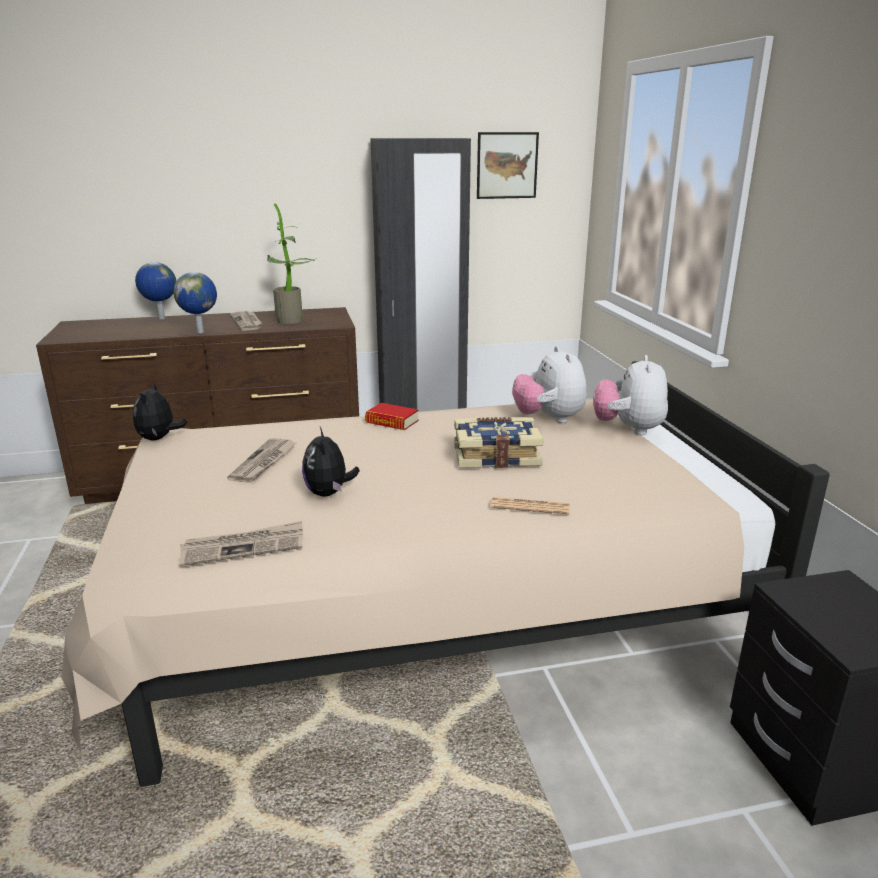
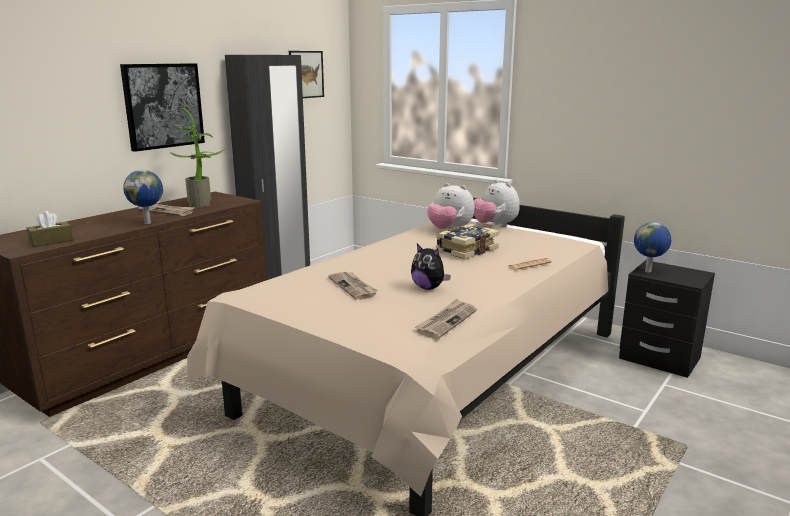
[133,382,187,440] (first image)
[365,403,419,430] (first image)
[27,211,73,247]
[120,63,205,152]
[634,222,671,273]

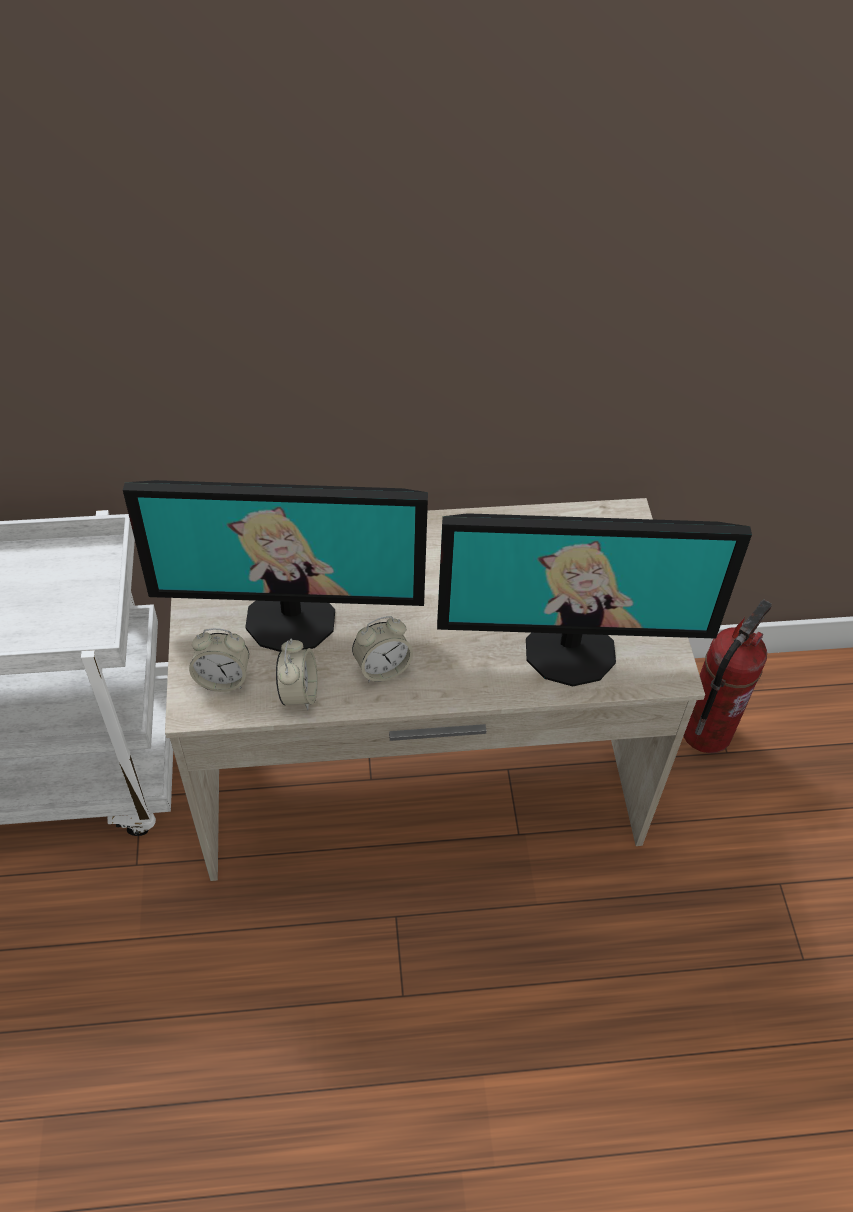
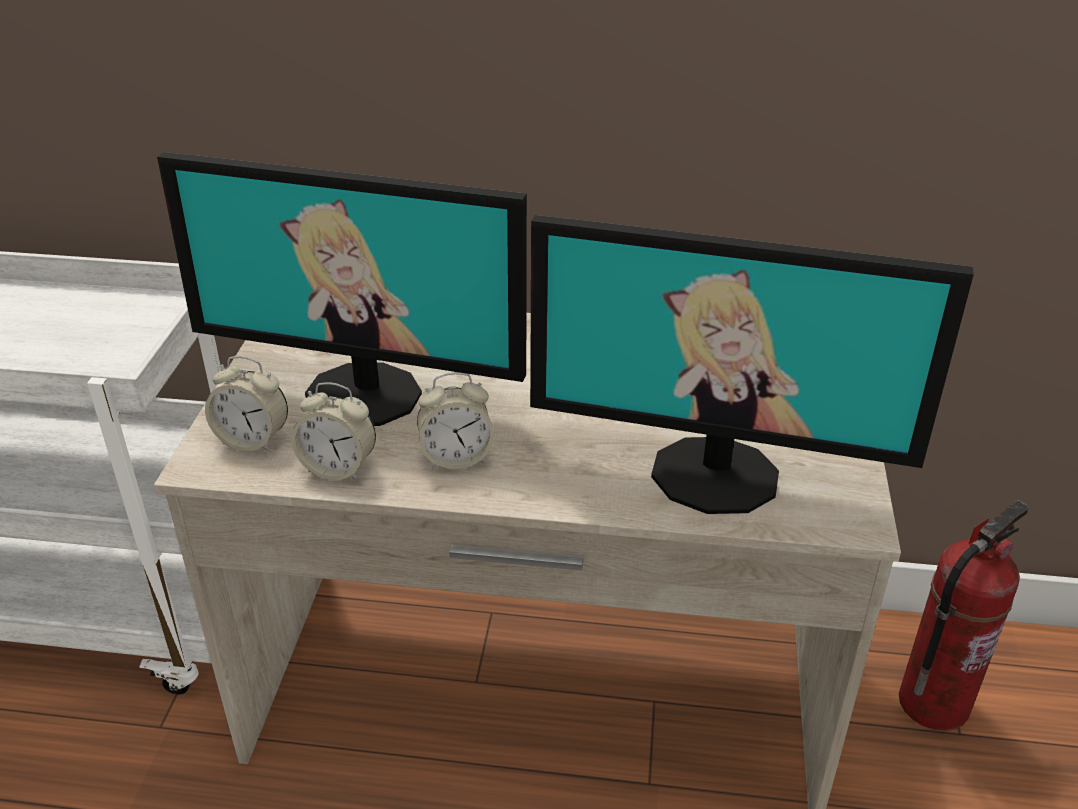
[291,382,376,481]

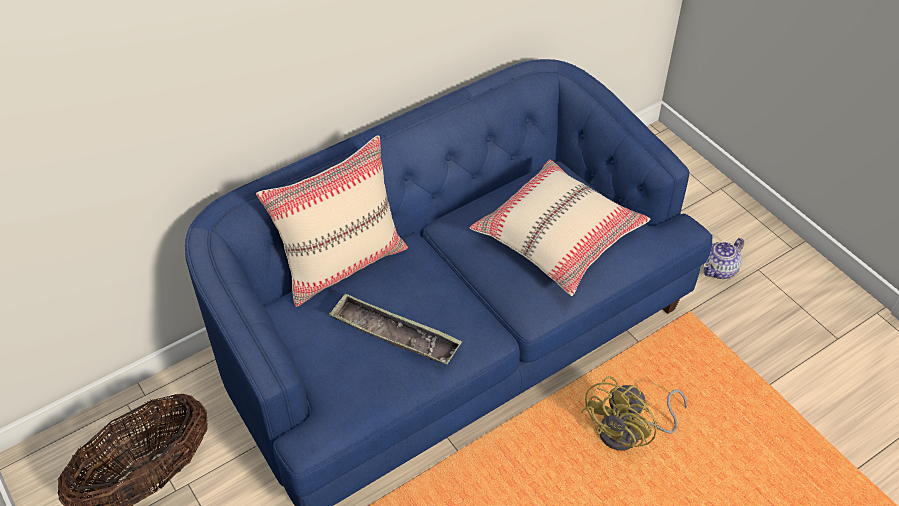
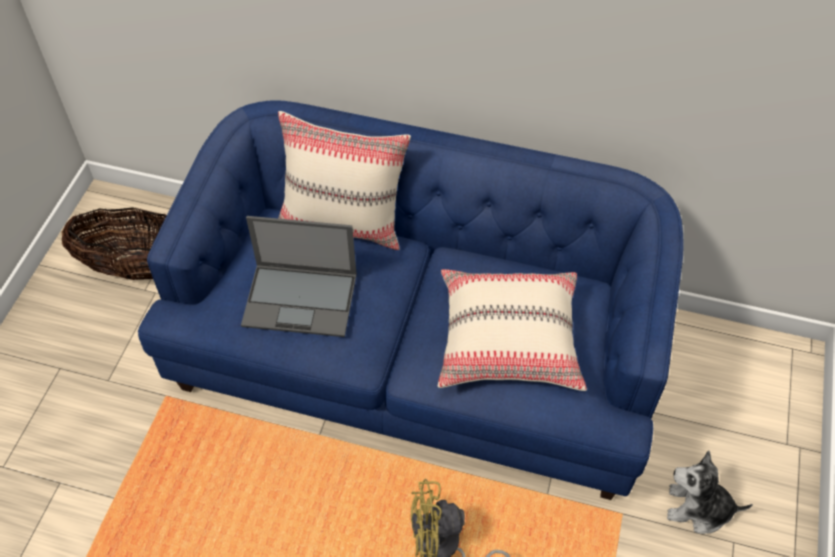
[241,216,357,337]
[667,451,753,534]

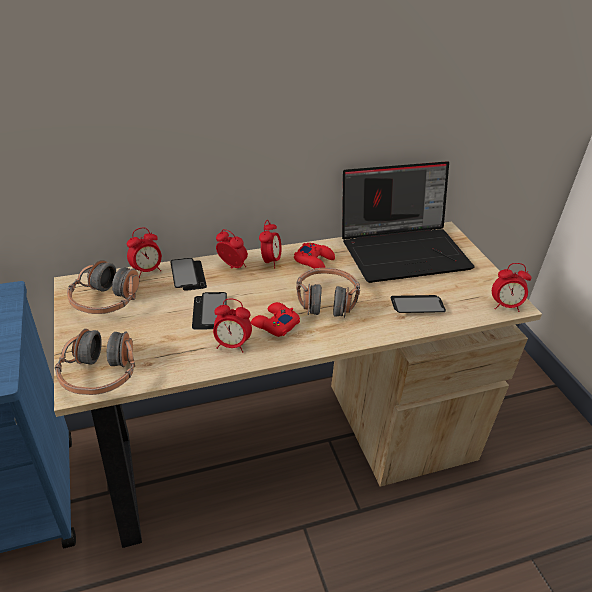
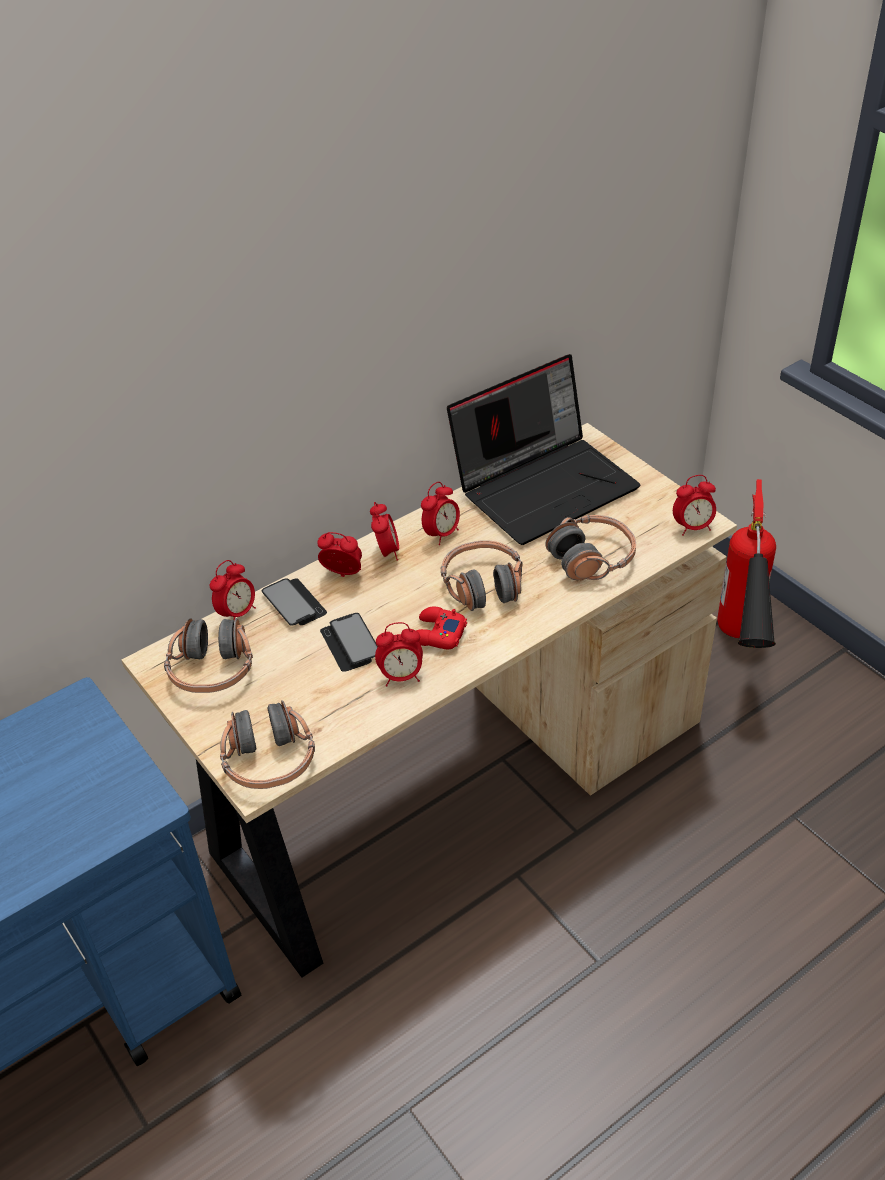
[717,479,776,648]
[421,482,460,545]
[545,515,636,580]

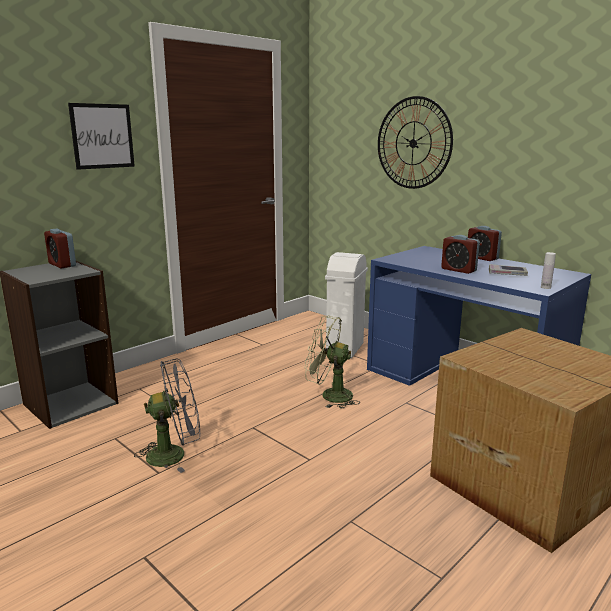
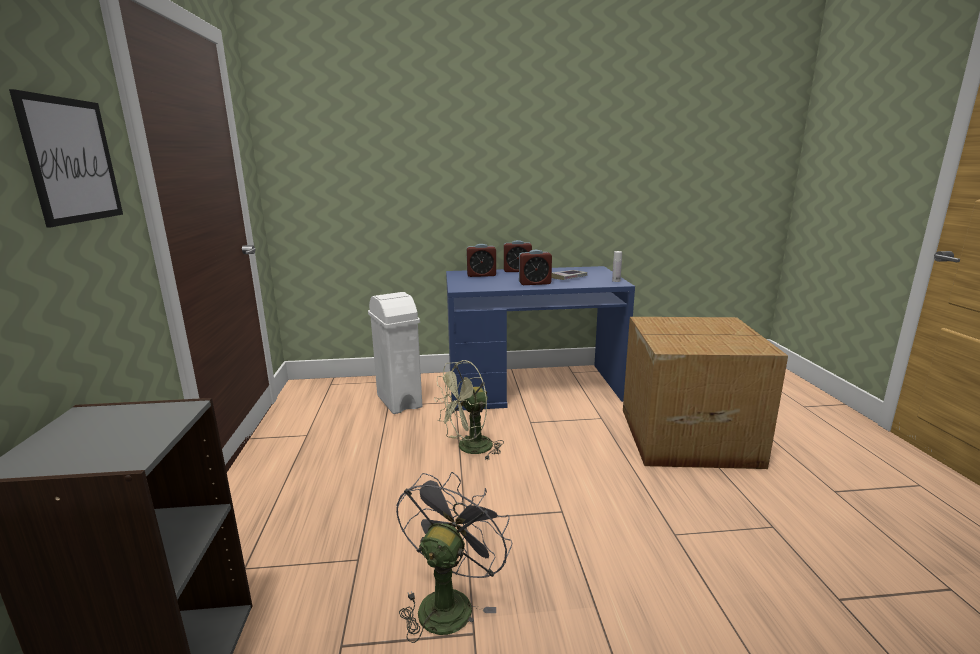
[378,96,453,189] (first image)
[467,244,496,277]

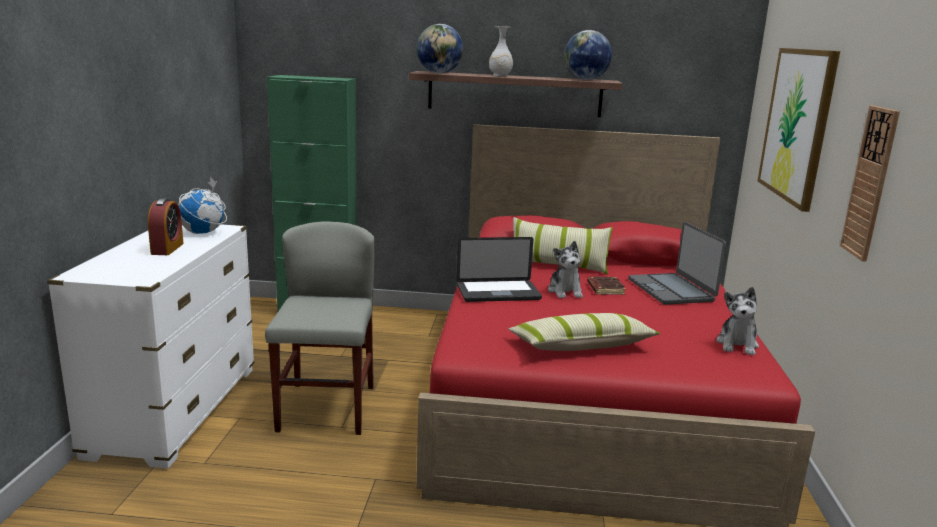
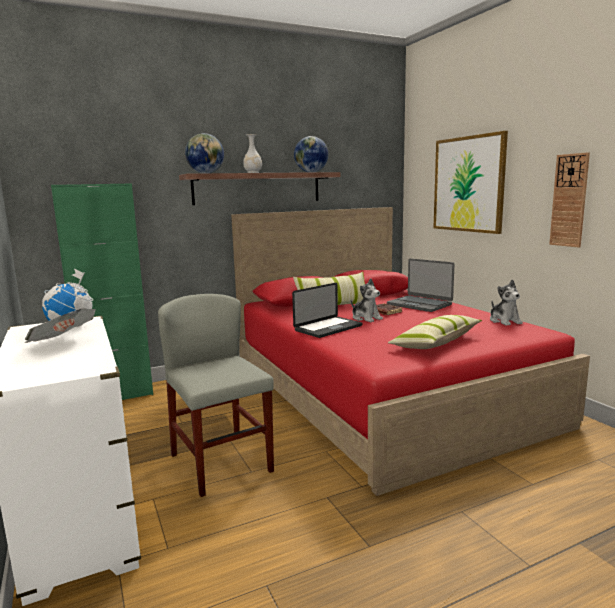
[25,309,96,343]

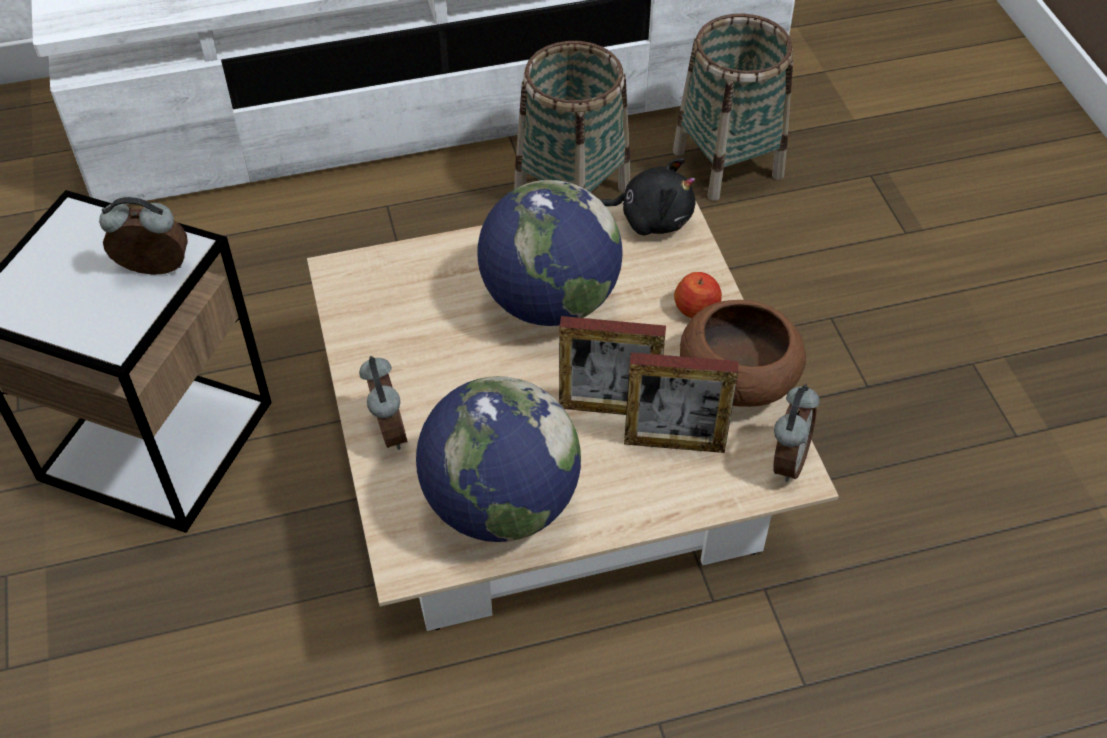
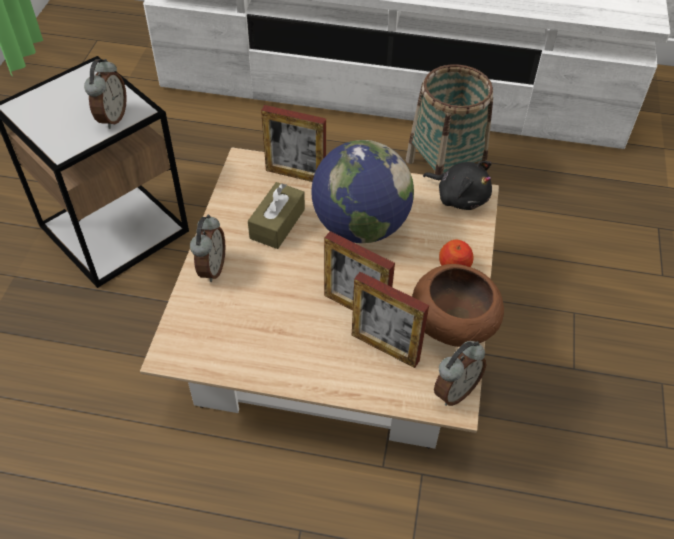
[416,376,581,542] (first image)
[673,14,793,201] (first image)
[248,182,305,249]
[261,105,326,182]
[84,59,127,129]

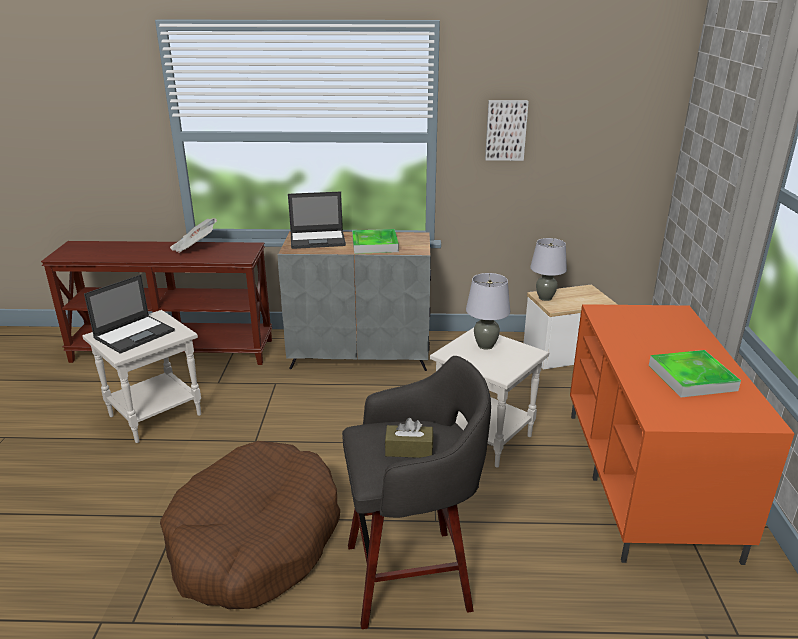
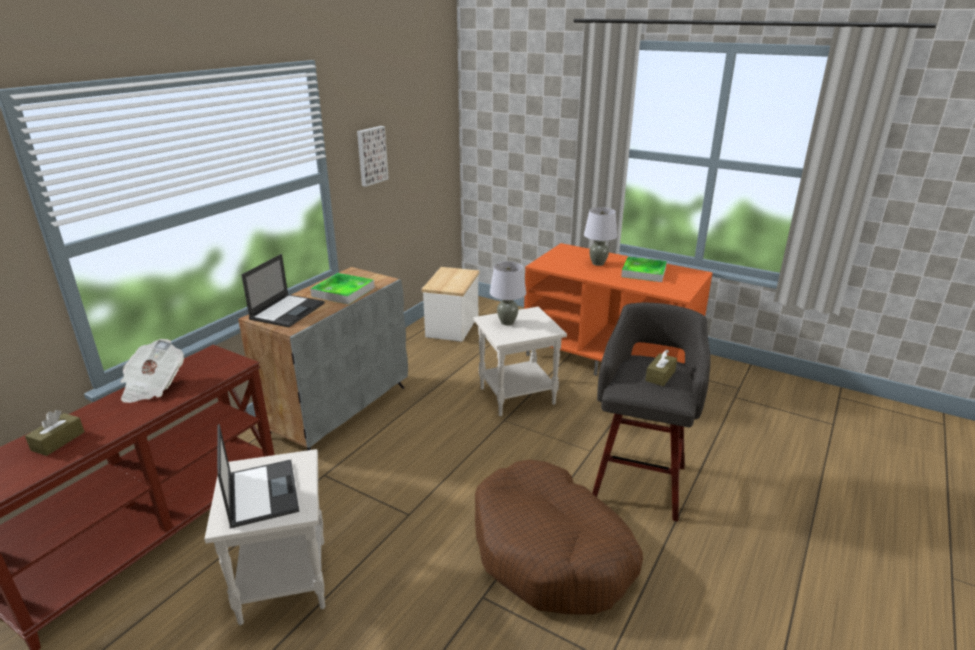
[25,410,85,456]
[584,207,617,266]

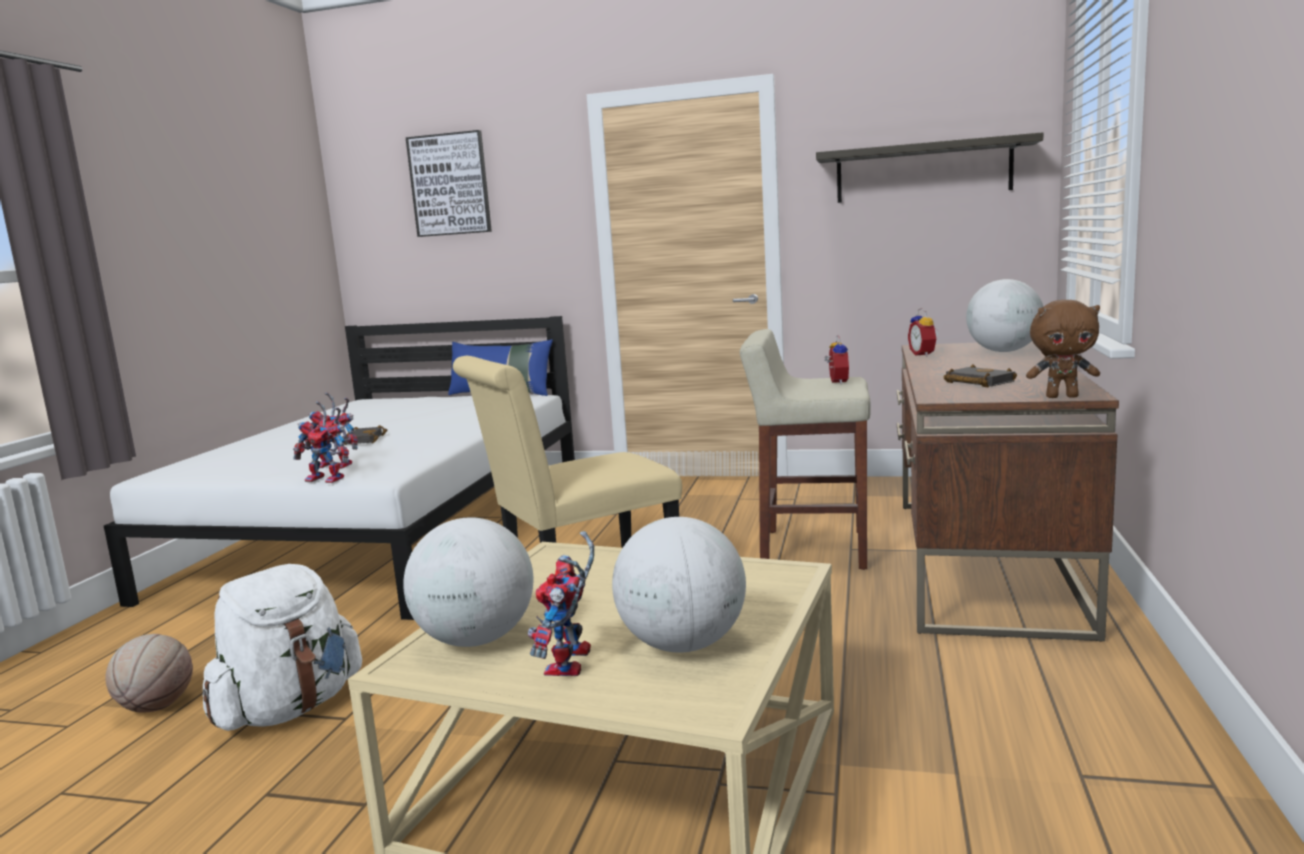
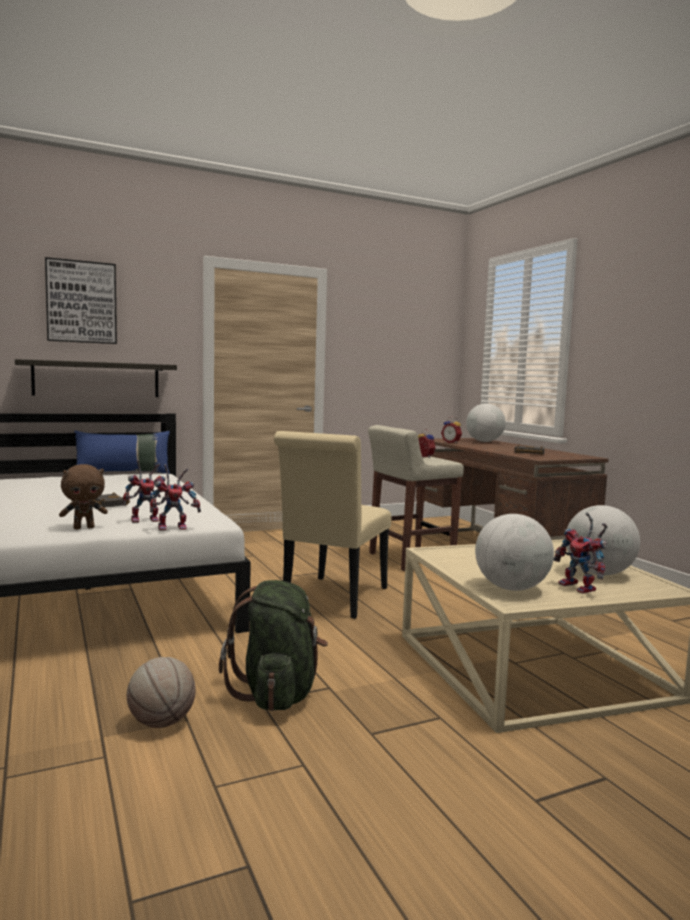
[15,359,177,397]
[59,464,108,529]
[219,580,328,711]

